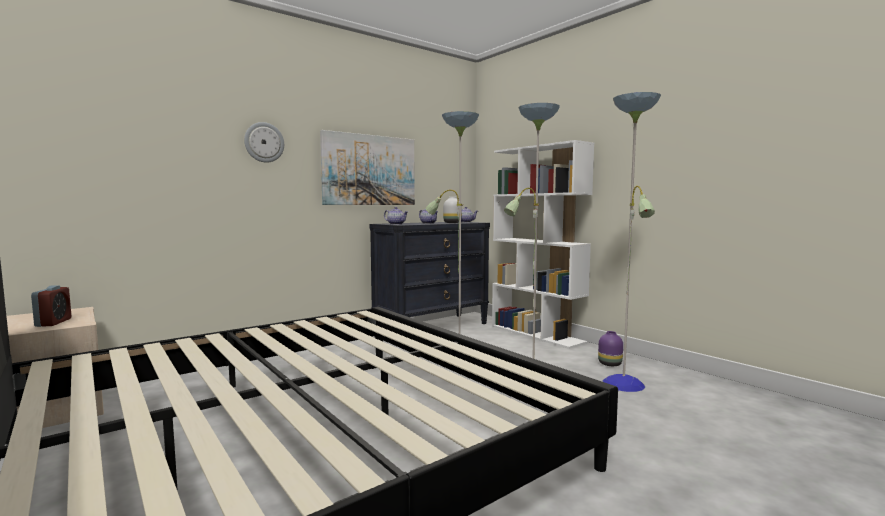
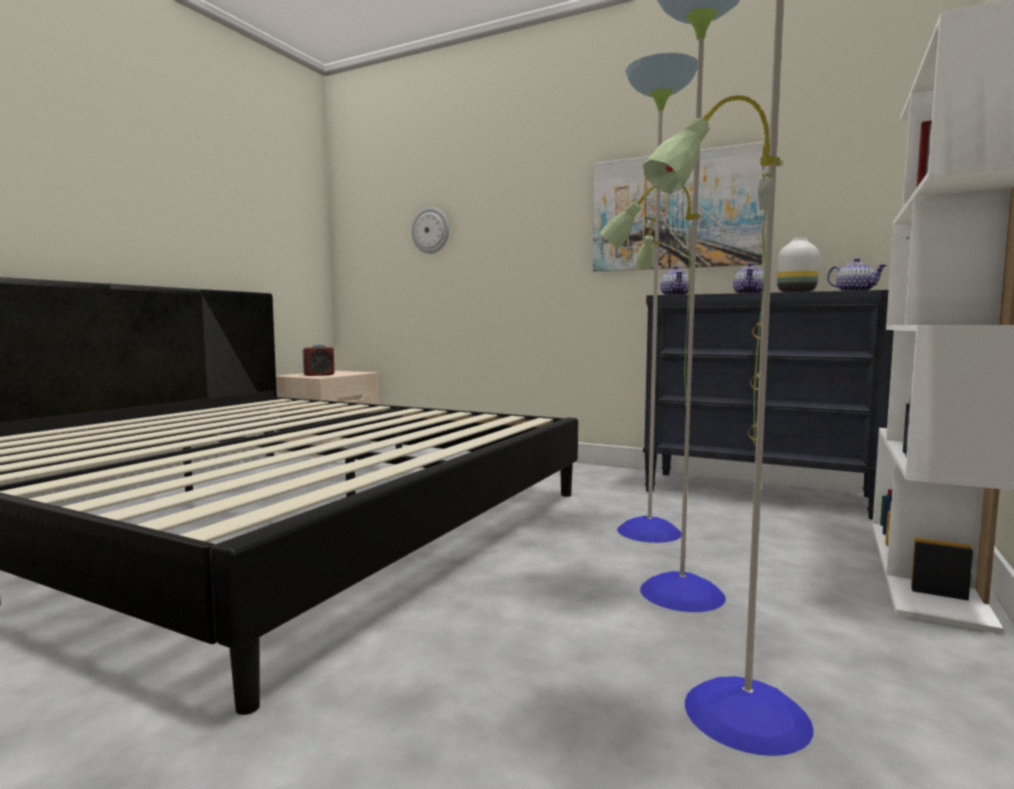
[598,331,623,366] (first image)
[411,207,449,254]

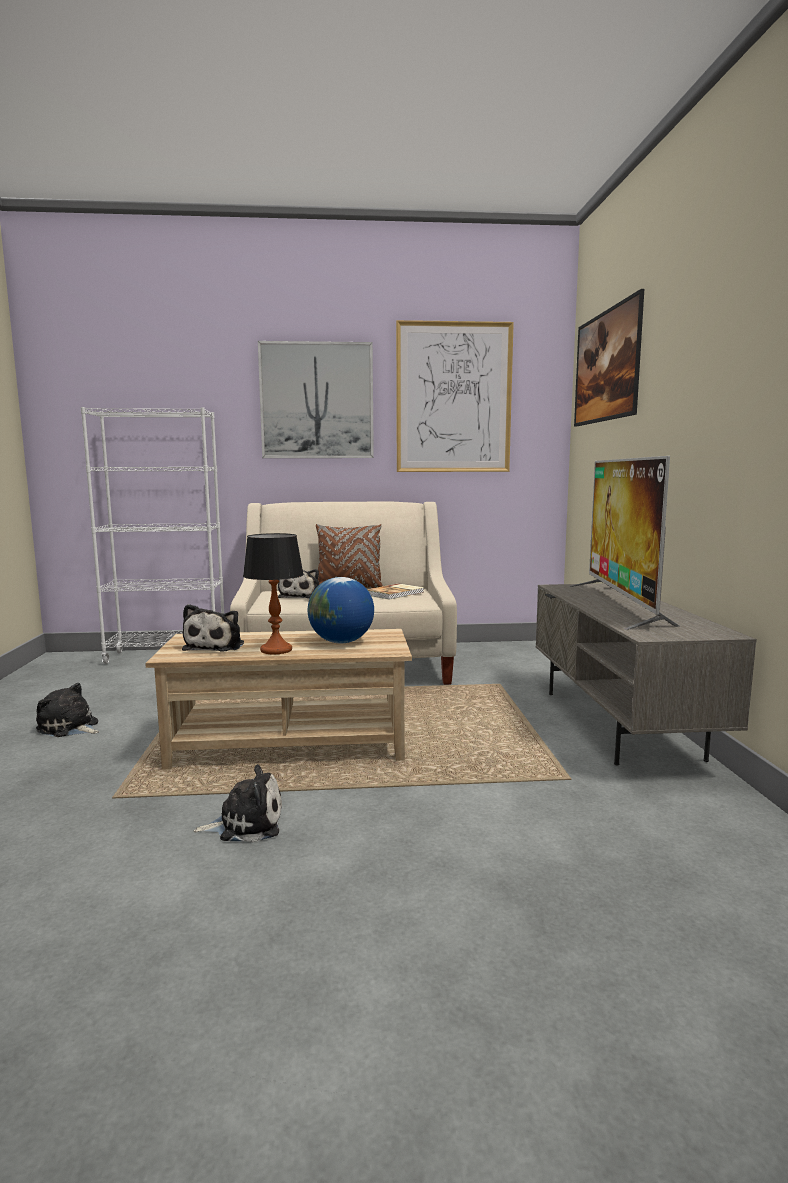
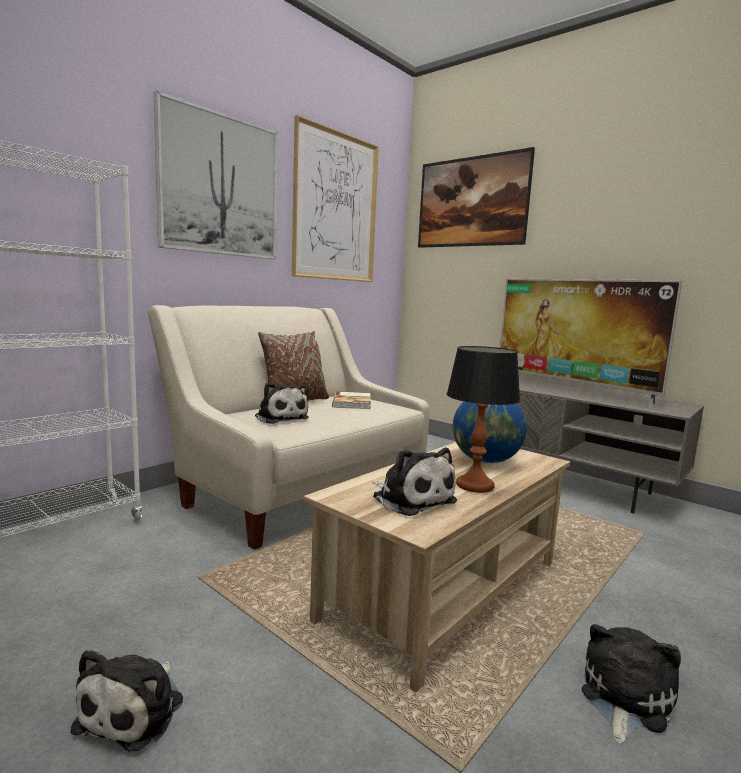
[70,649,183,752]

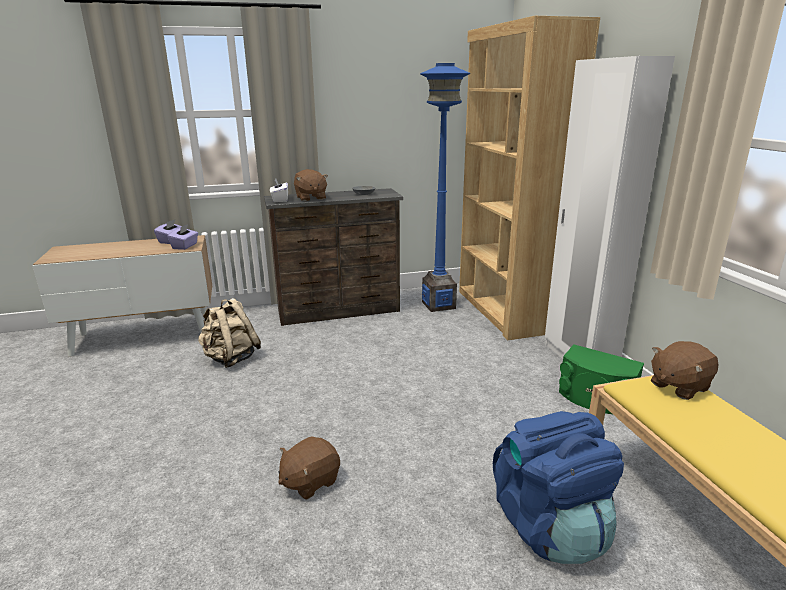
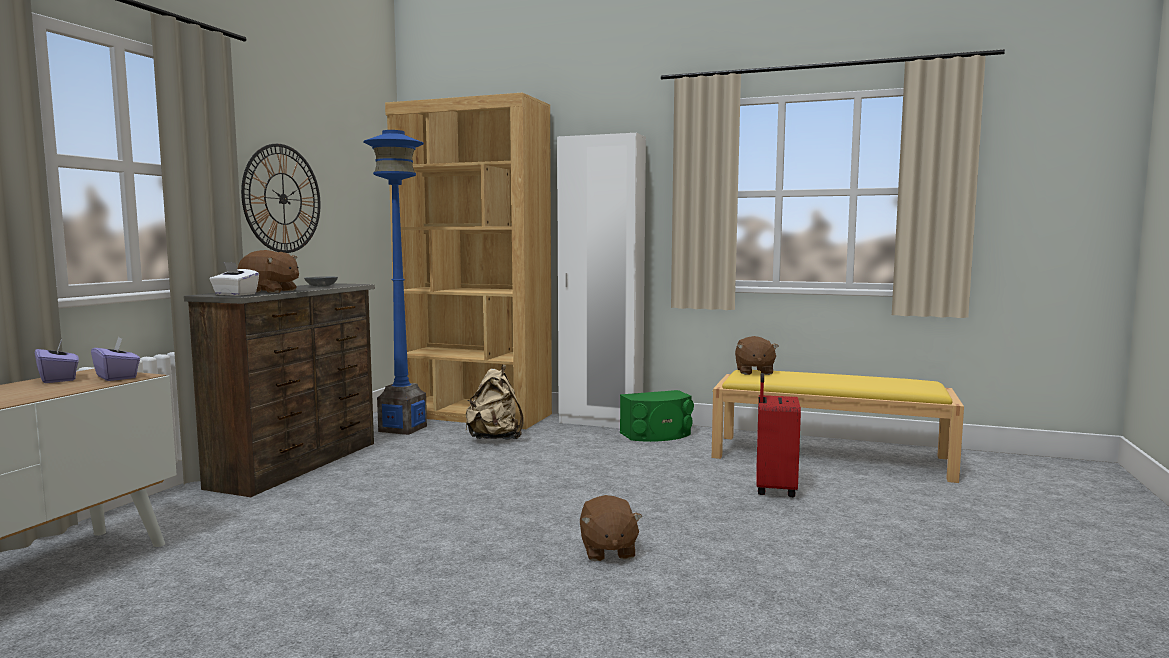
[241,144,320,253]
[466,365,524,440]
[756,373,801,497]

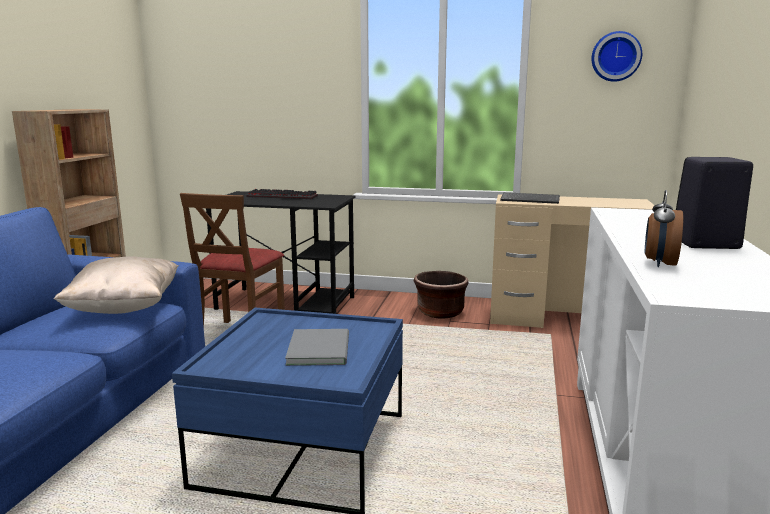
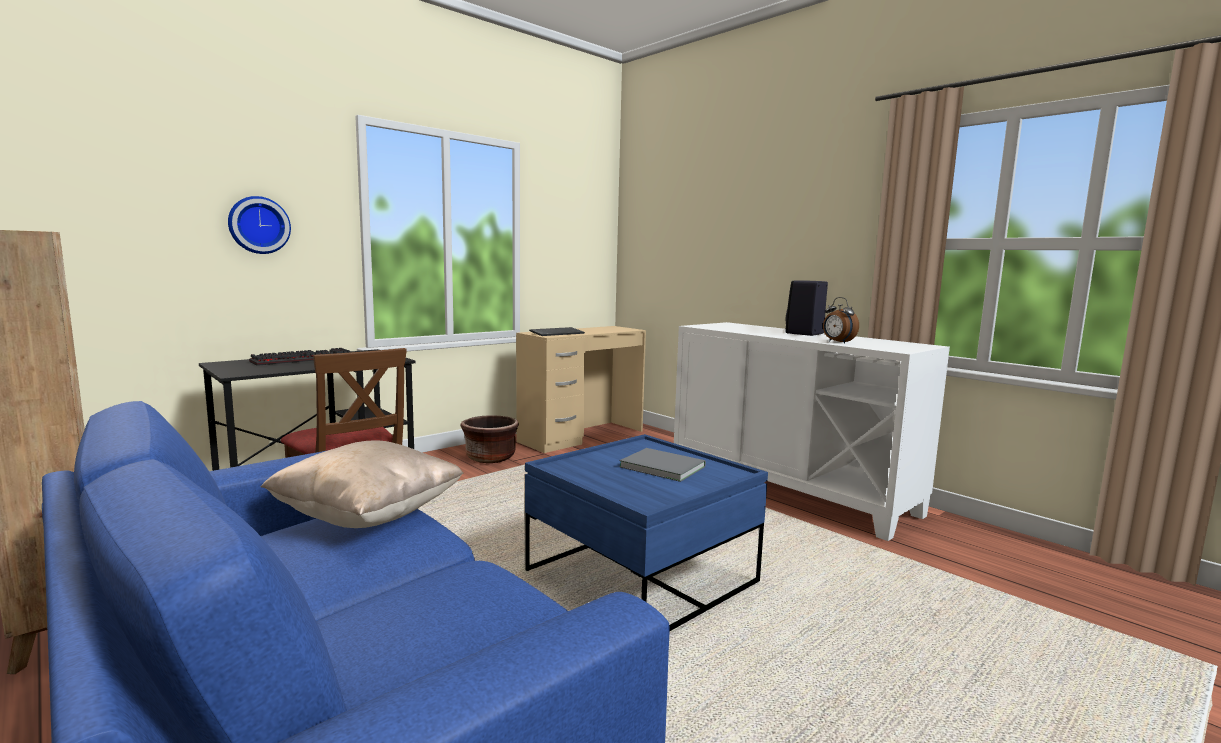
[228,196,291,254]

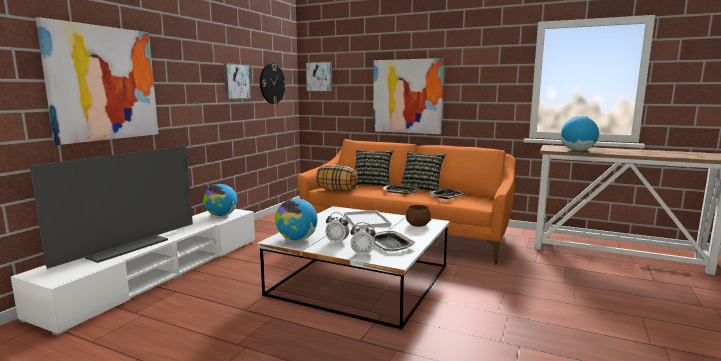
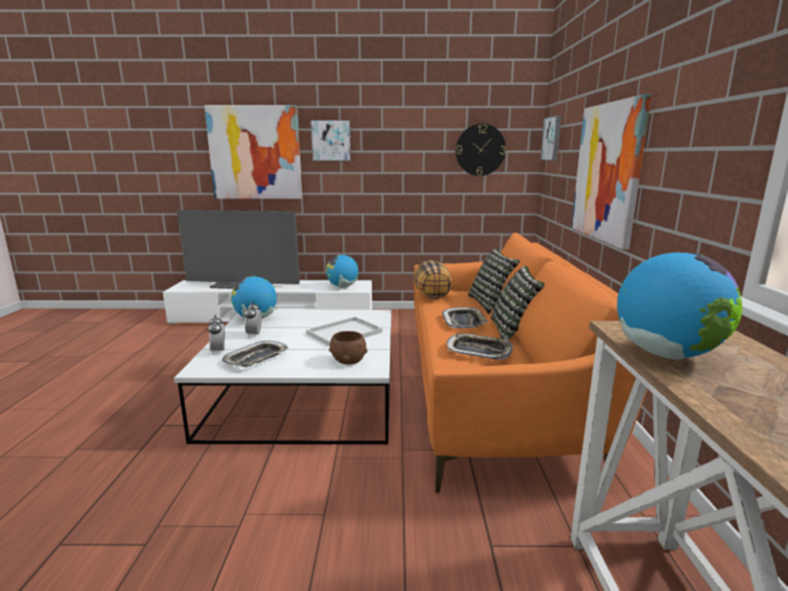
[310,120,351,161]

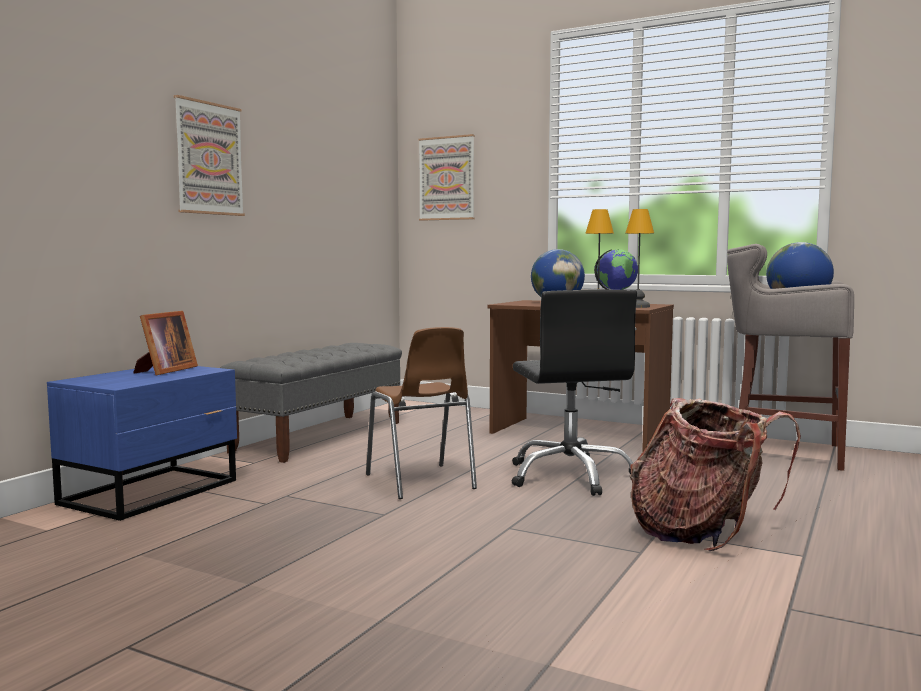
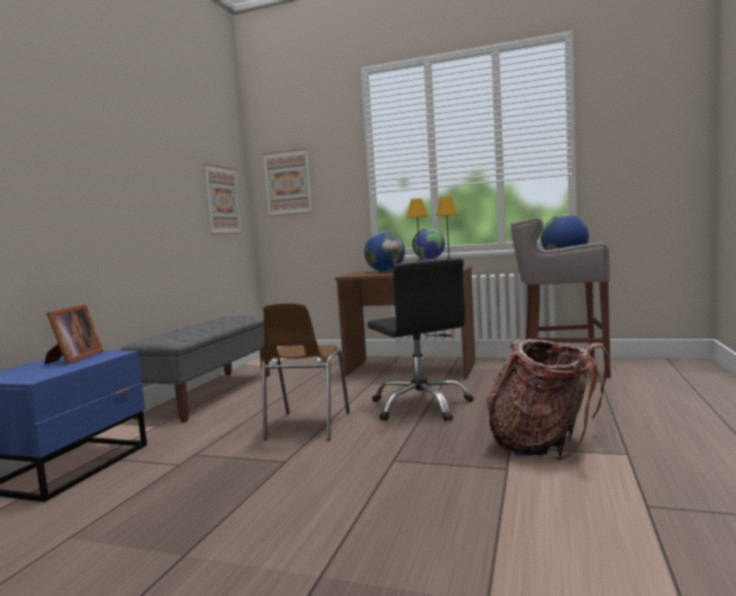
[204,164,242,235]
[262,303,350,440]

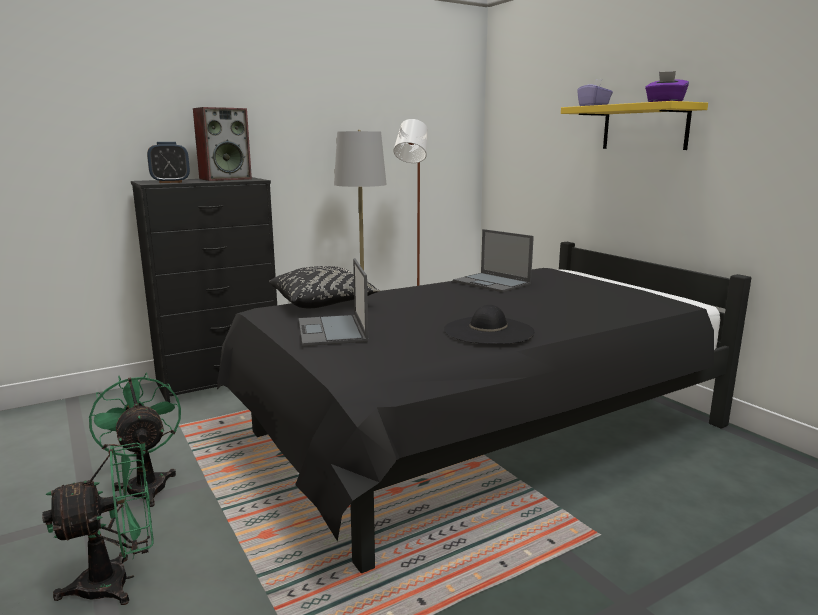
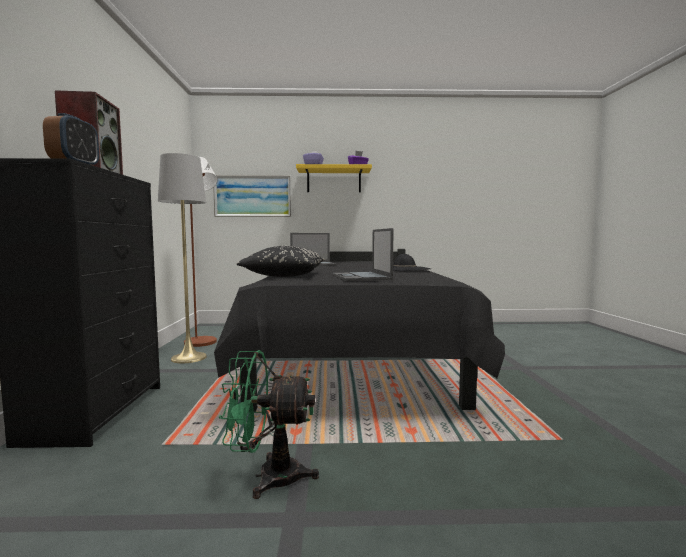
[42,443,154,605] (first image)
[213,175,291,217]
[333,228,394,281]

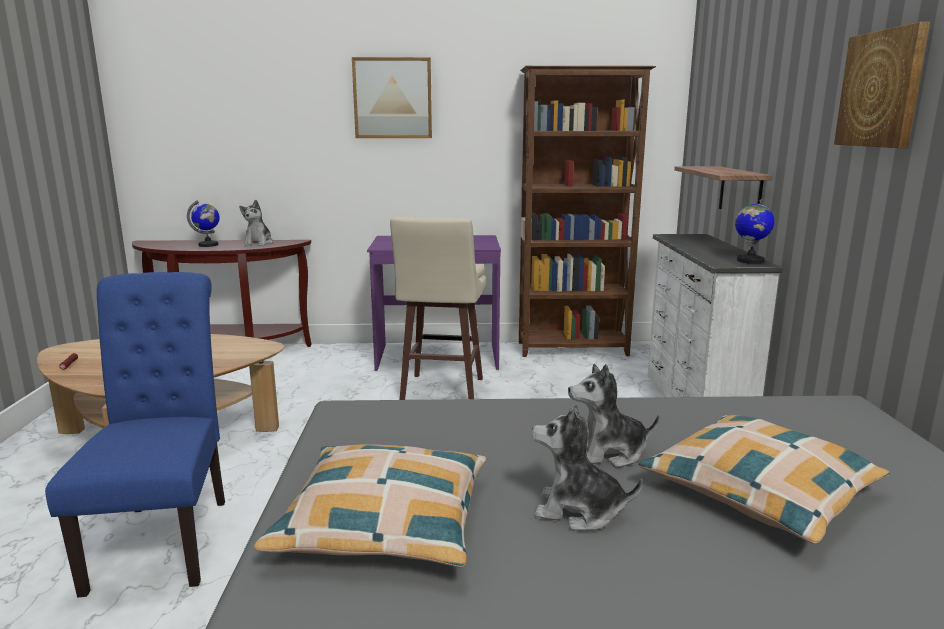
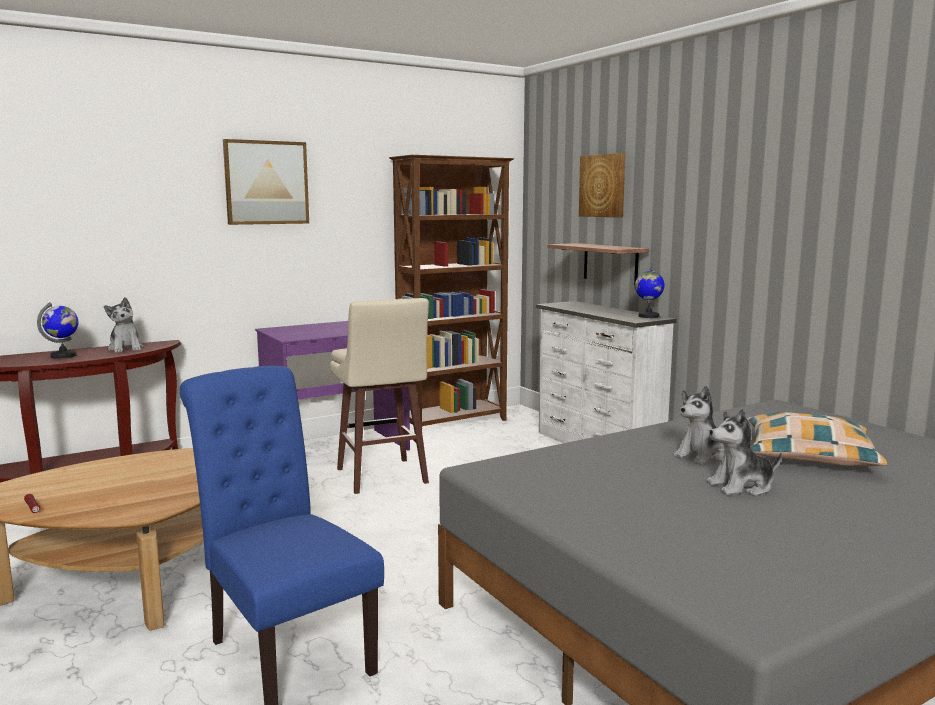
[254,444,486,568] (first image)
[579,153,625,217]

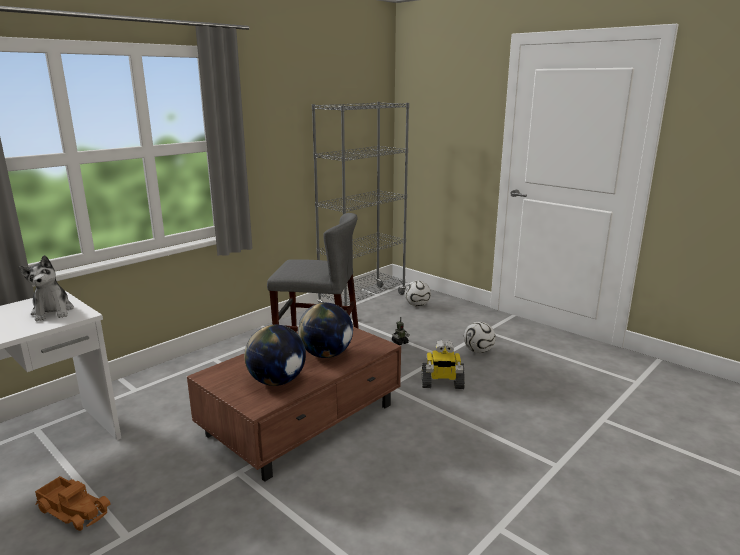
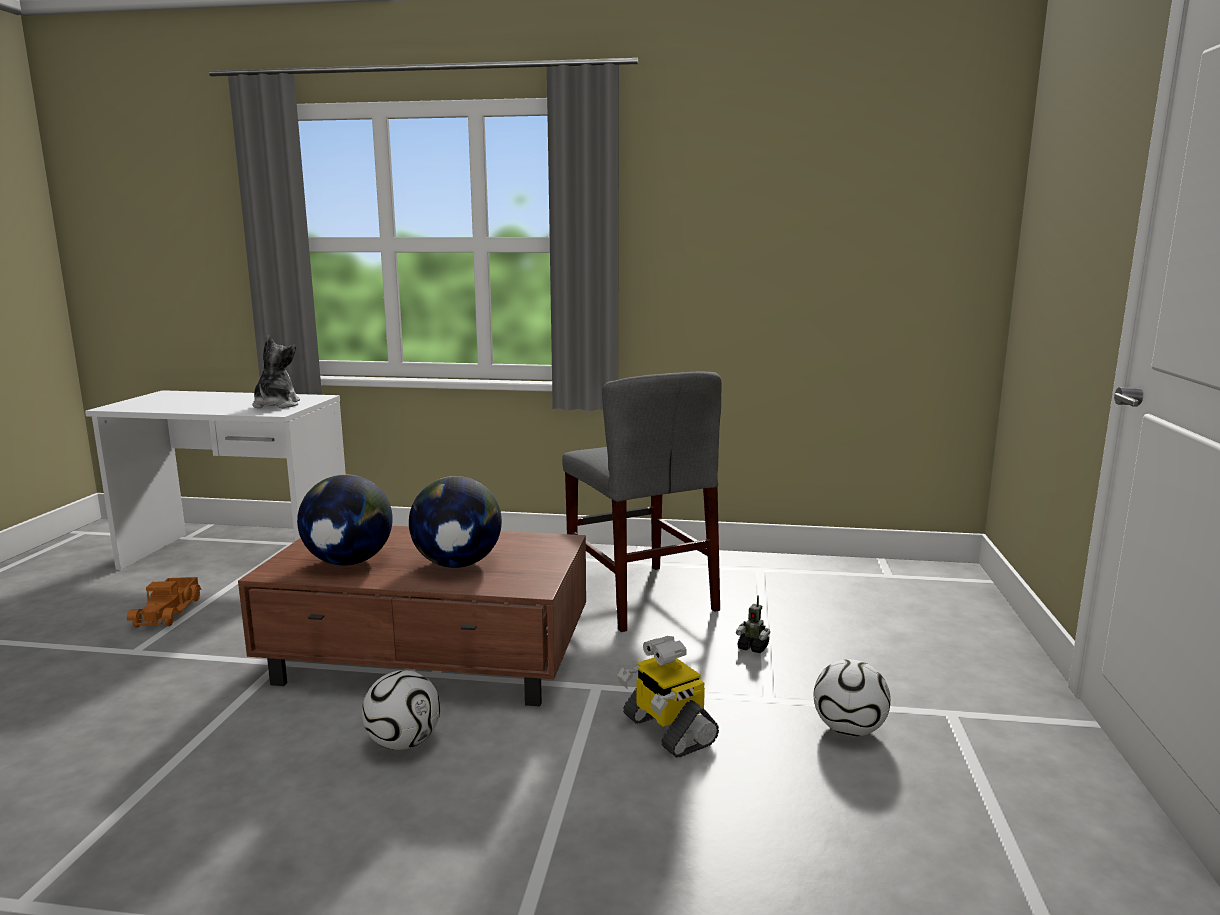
[312,102,409,306] (first image)
[362,670,440,750]
[253,335,300,408]

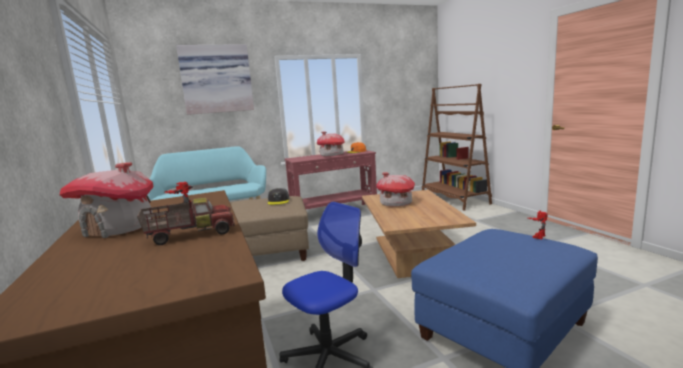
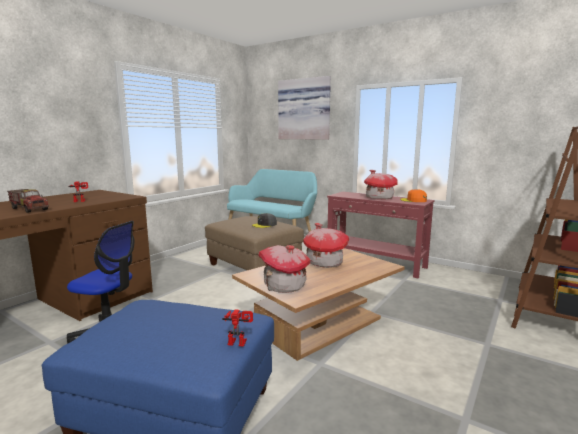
[258,245,310,293]

